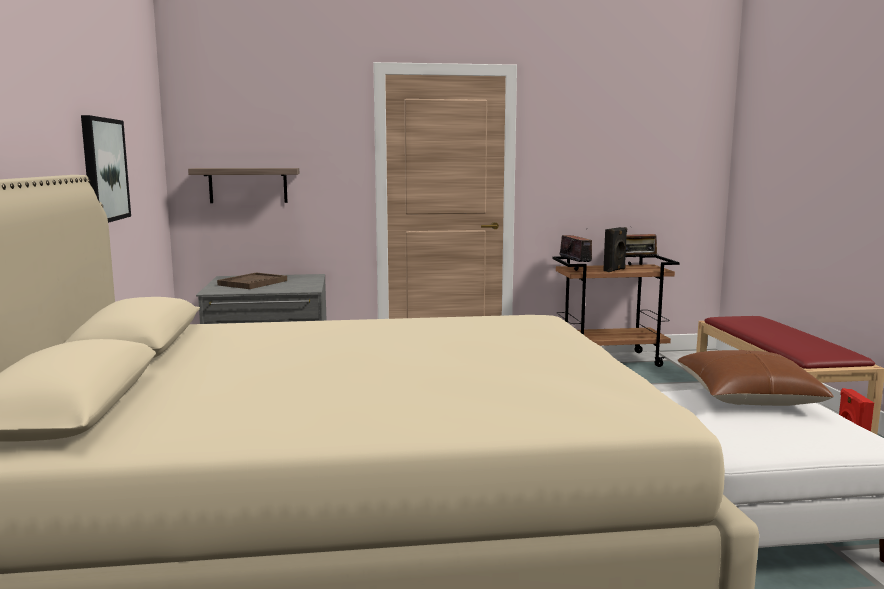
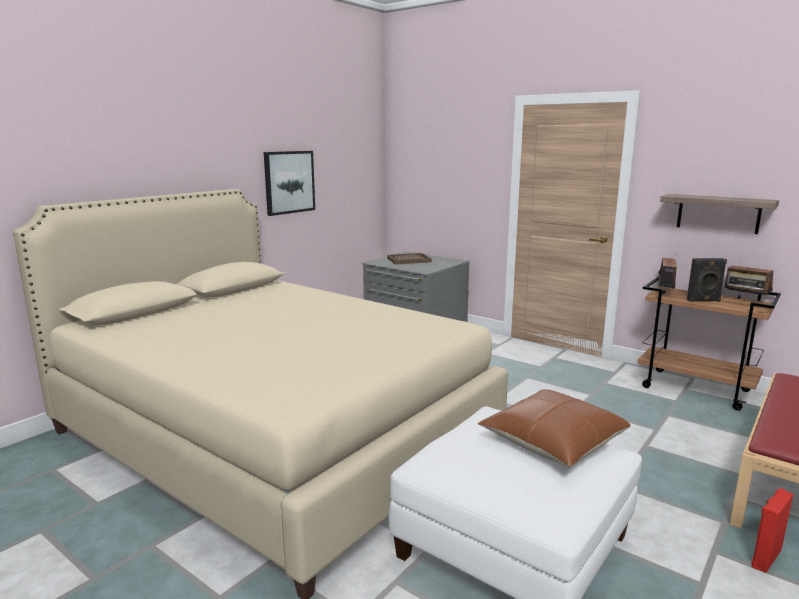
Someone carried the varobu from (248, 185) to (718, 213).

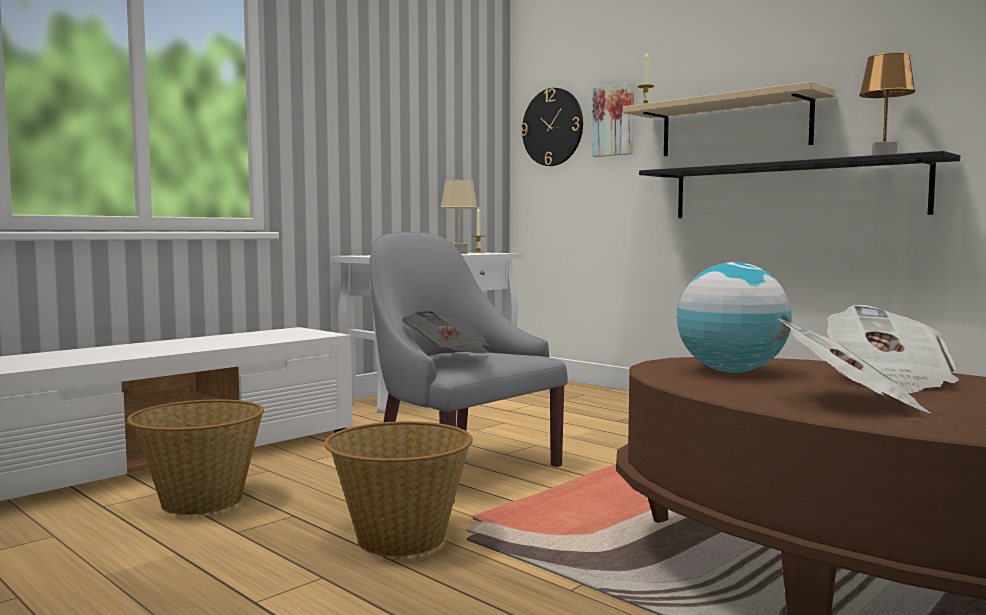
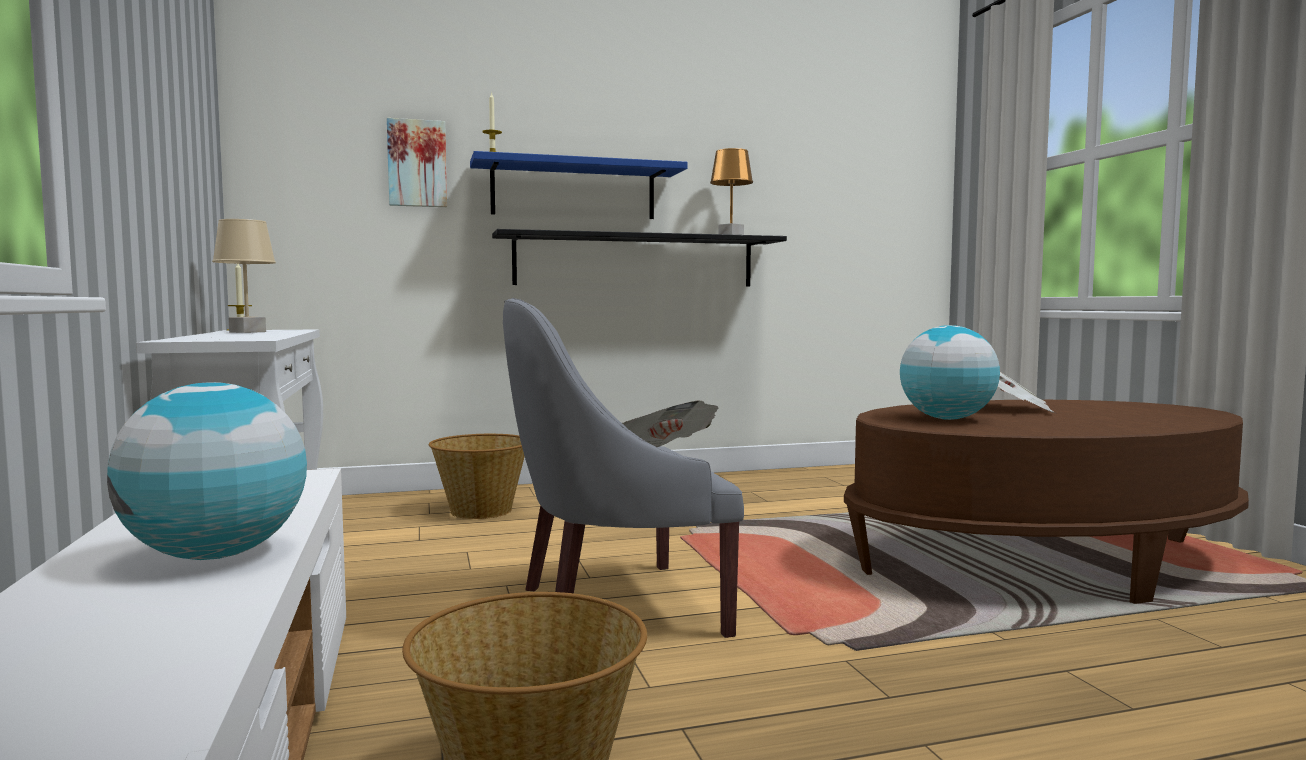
Someone carried the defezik from (400, 539) to (481, 511).
Someone took away the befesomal at (552, 127).
Someone repainted the beige_varobu at (734, 126), which became the blue_varobu at (574, 191).
Someone took away the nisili at (853, 403).
Someone put down the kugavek at (216, 555).

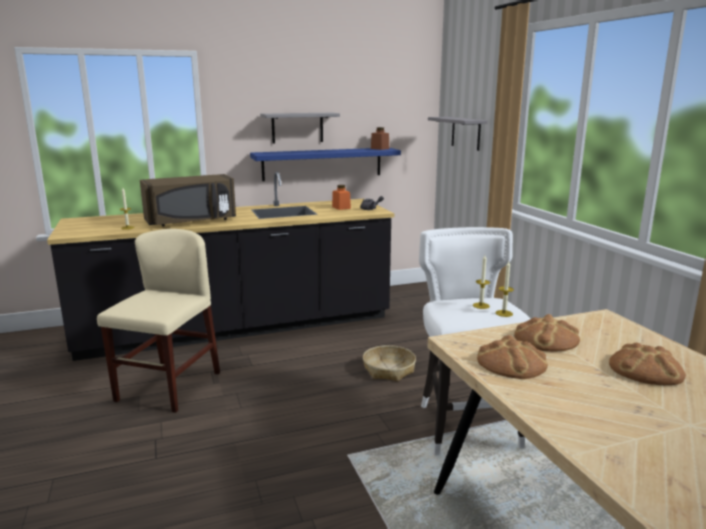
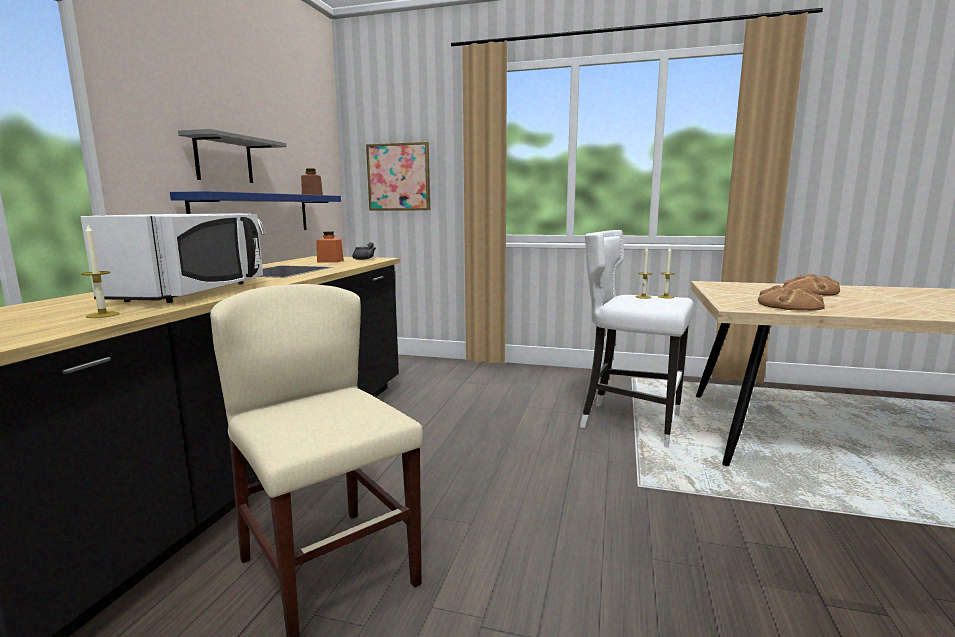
Someone repainted the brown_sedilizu at (191, 221), which became the white_sedilizu at (194, 292).
Someone took away the defezik at (389, 370).
Someone swapped the grey_varobu at (466, 133) for the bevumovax at (399, 177).
Someone took away the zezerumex at (546, 338).

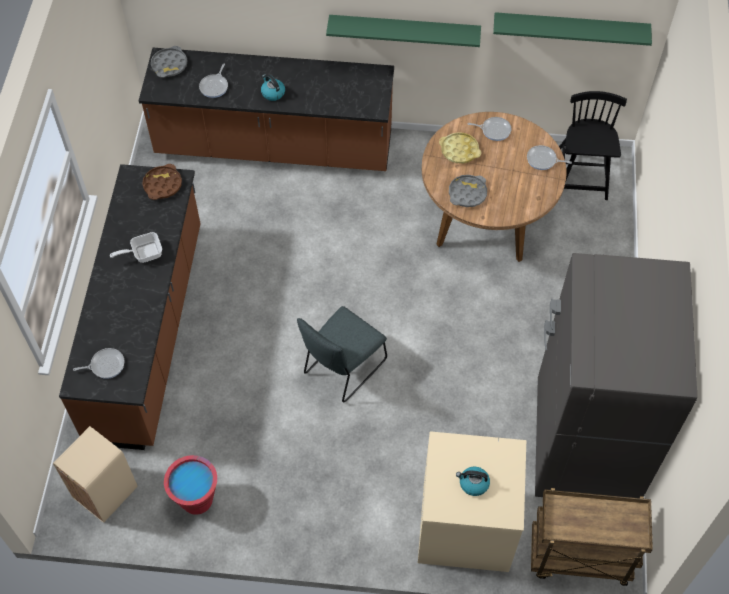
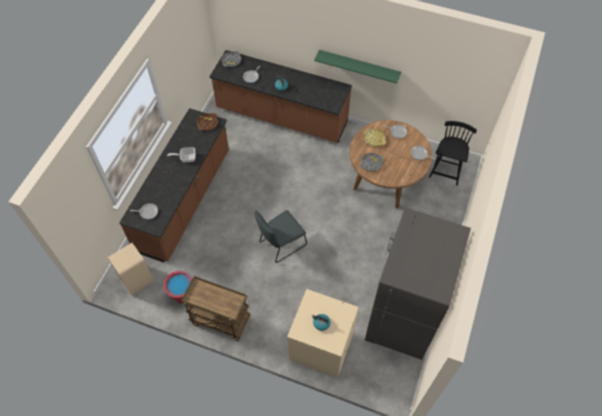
Someone took away the green_varobu at (570, 28).
Someone carried the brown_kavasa from (578, 558) to (220, 321).

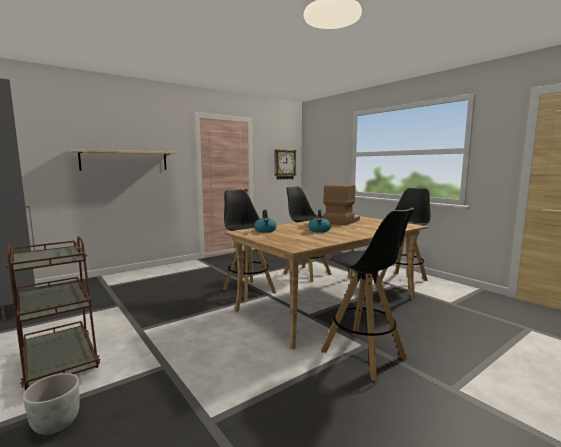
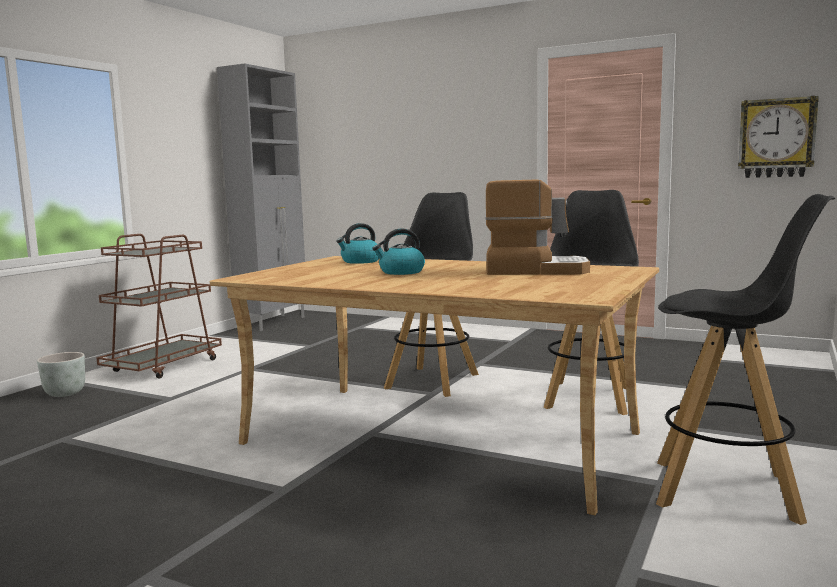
Someone took away the beige_varobu at (125, 160).
Someone took away the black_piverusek at (364, 355).

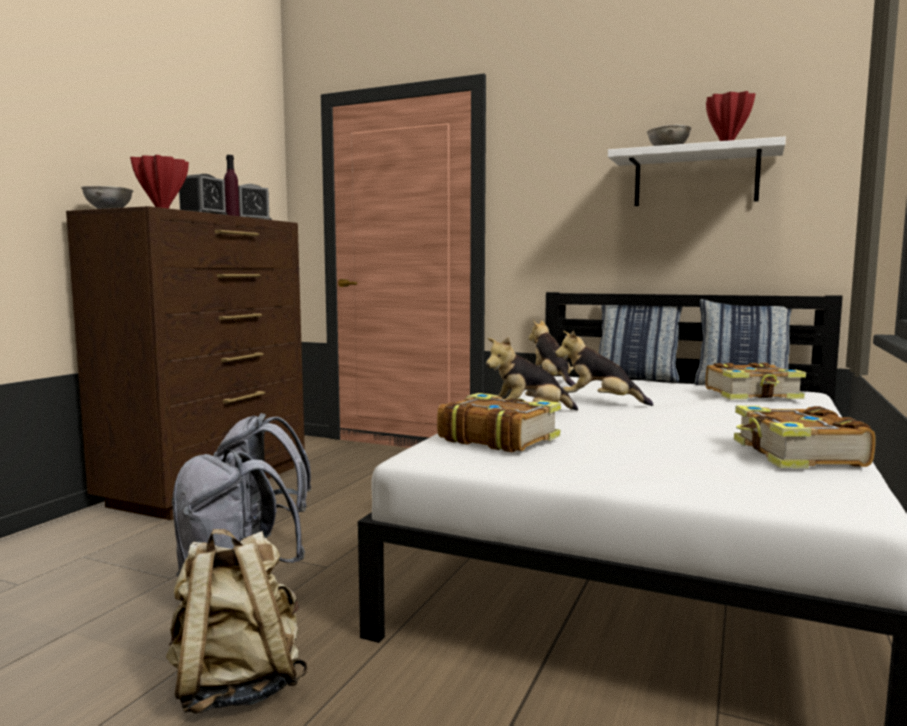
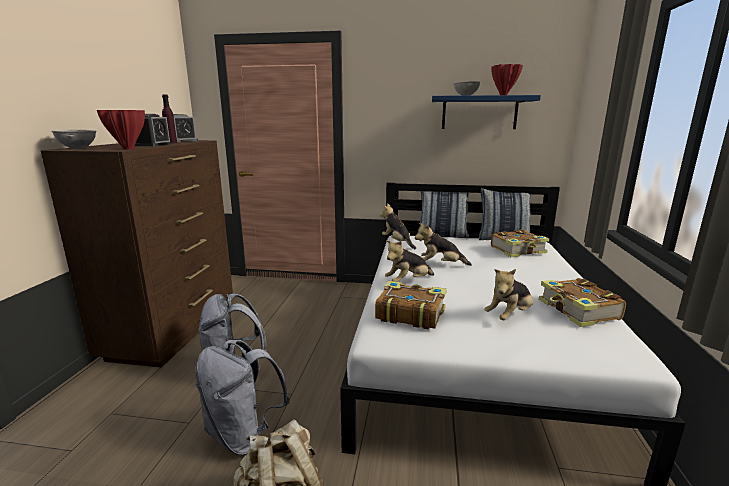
Someone repainted the white_varobu at (695, 178), which became the blue_varobu at (479, 113).
Someone put down the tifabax at (509, 316).

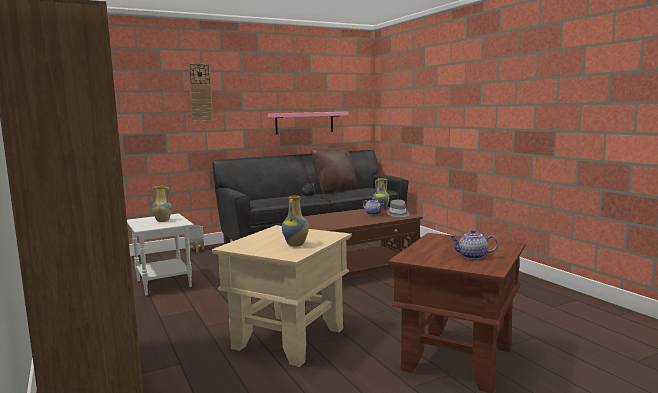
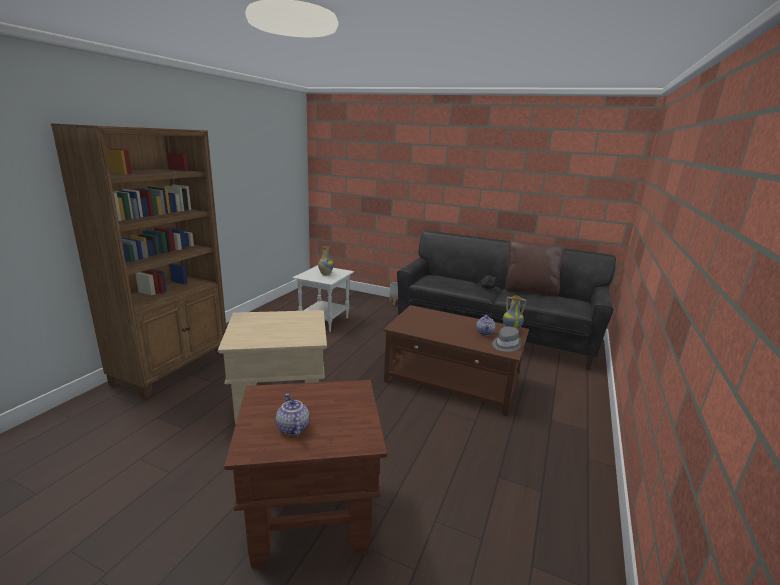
Someone took away the befesomal at (200, 92).
Someone took away the pink_varobu at (304, 122).
Someone took away the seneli at (296, 245).

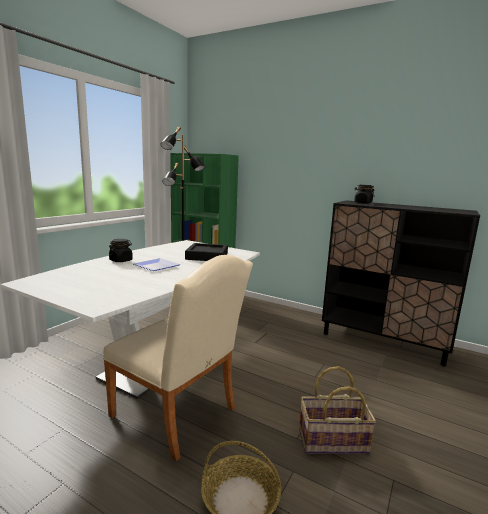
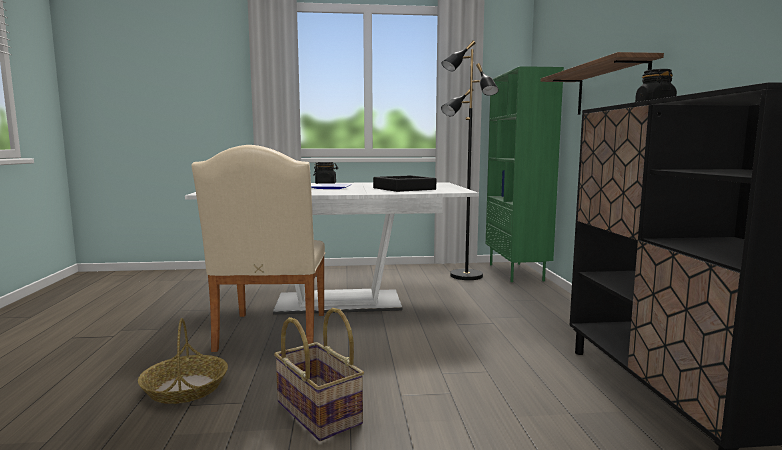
Someone put up the varobu at (610, 89).

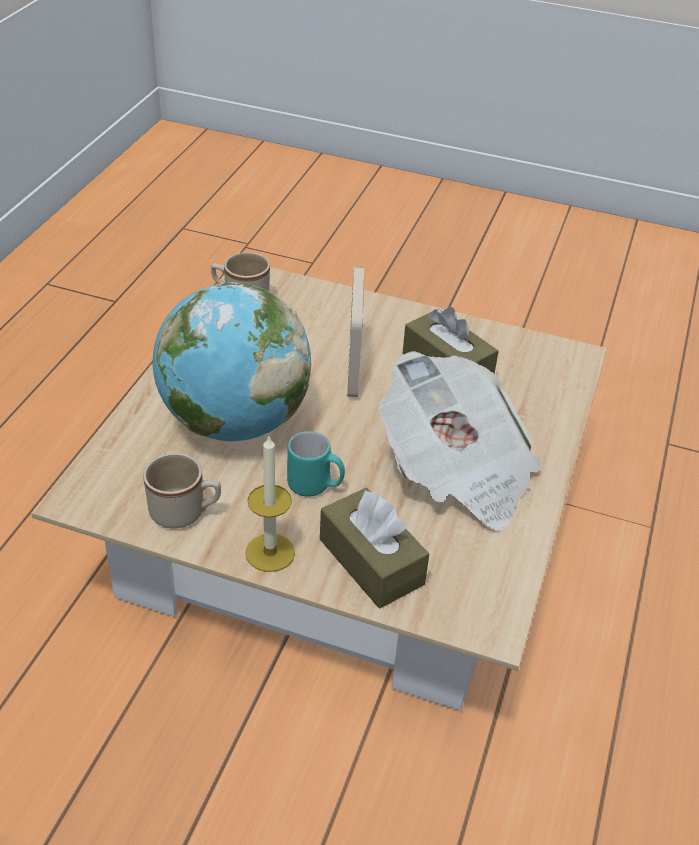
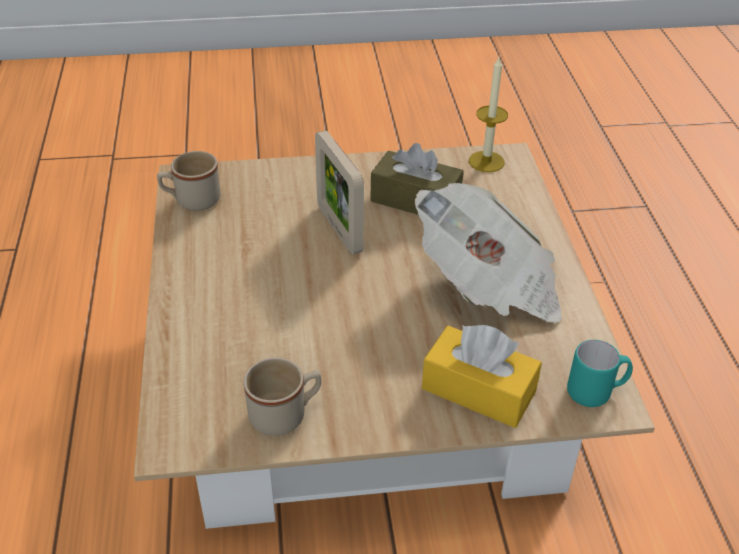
Someone took away the kugavek at (234, 422).
Someone carried the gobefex from (270, 552) to (486, 161).
Someone carried the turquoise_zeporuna from (315, 486) to (596, 392).
Someone repainted the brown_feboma at (371, 561), which became the yellow_feboma at (478, 390).

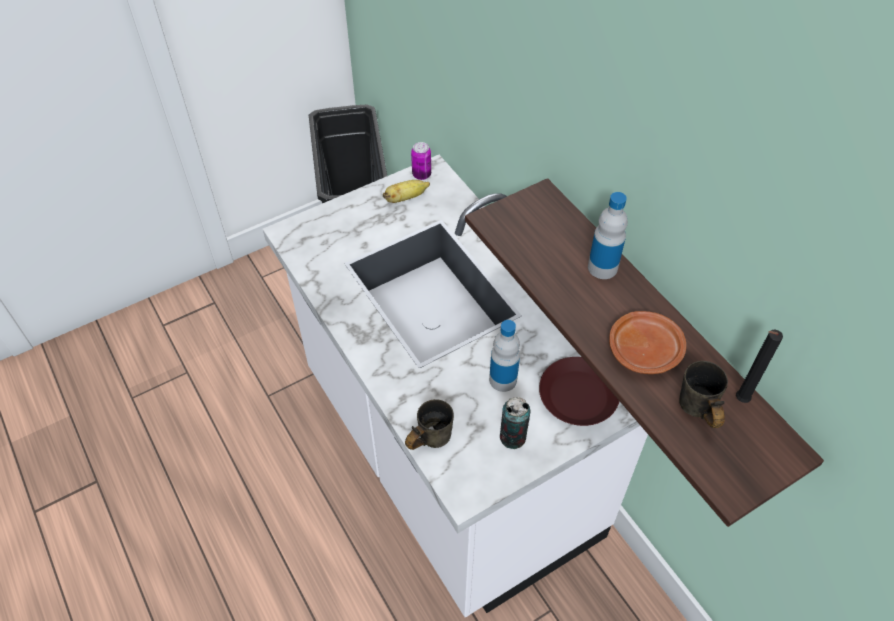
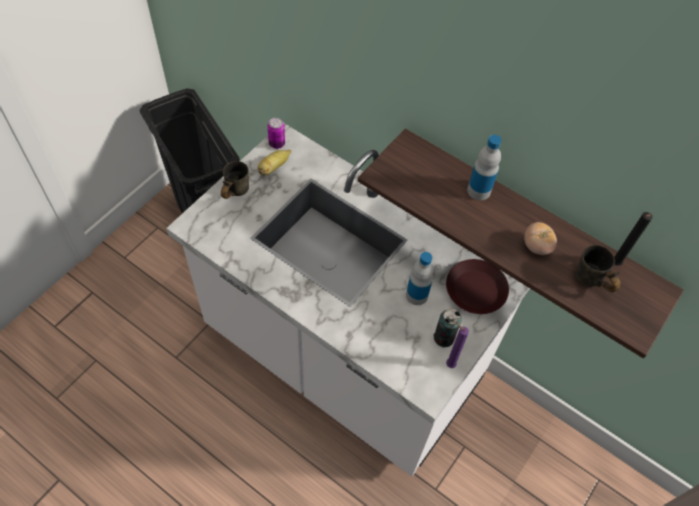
Someone carried the grey_zeporuna from (427, 438) to (233, 191).
Someone swapped the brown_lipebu at (644, 350) for the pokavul at (536, 246).
Someone put down the purple_gobefex at (449, 364).

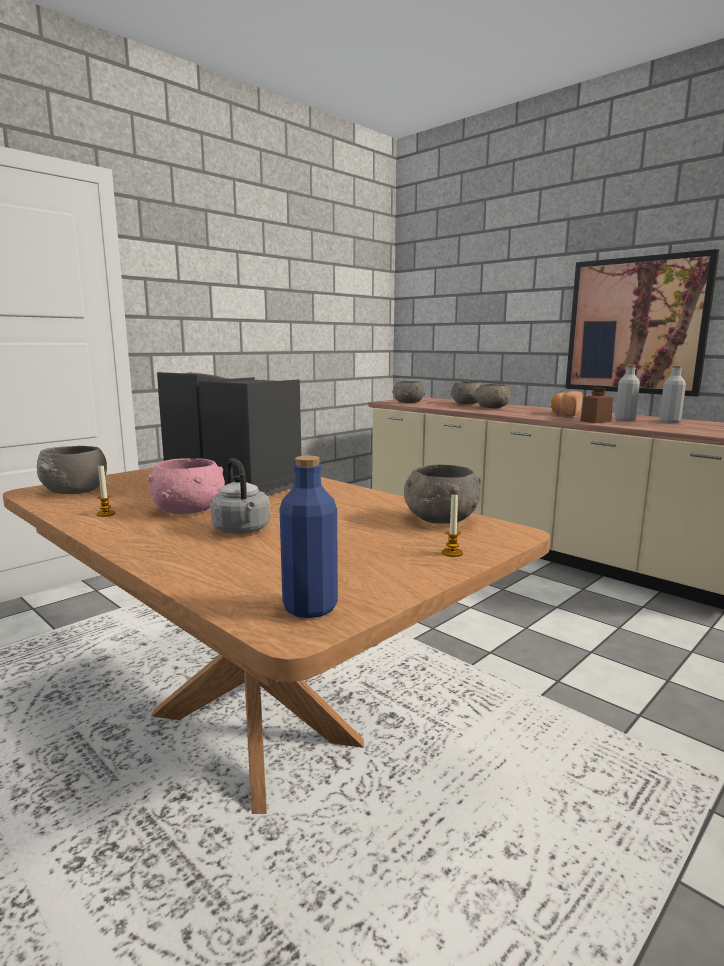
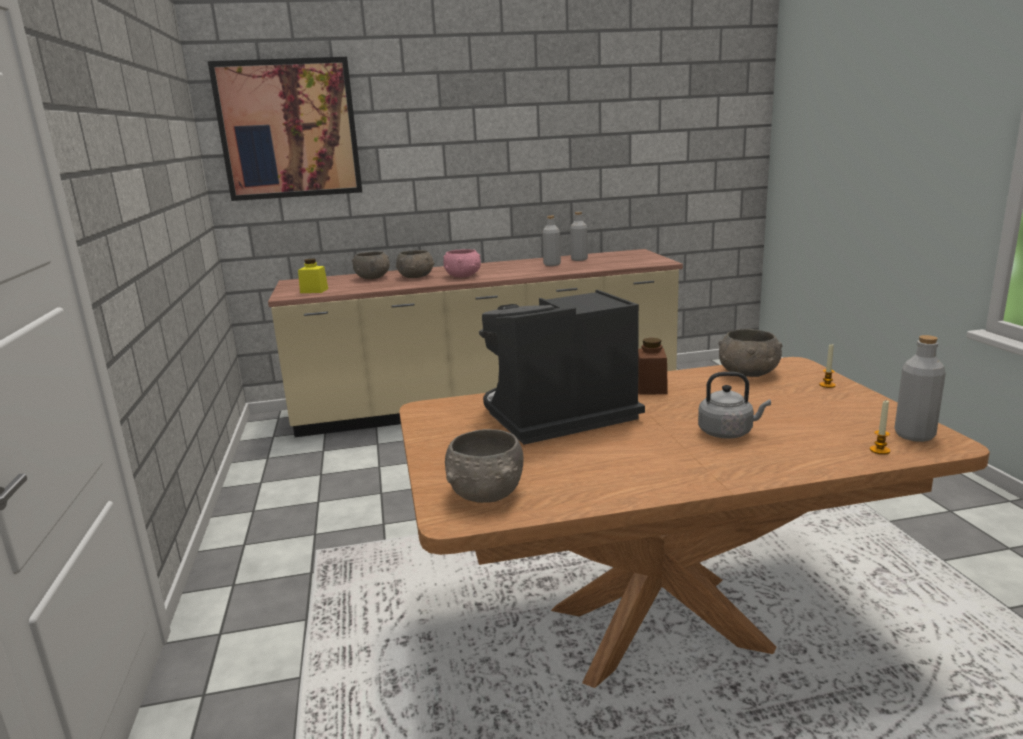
Someone carried the gobefex from (105, 514) to (879, 450).
Someone carried the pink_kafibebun from (189, 510) to (463, 276).
Someone repainted the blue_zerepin at (310, 607), which became the grey_zerepin at (914, 435).
Someone swapped the grey_kafibebun at (408, 402) for the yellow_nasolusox at (314, 291).
Someone took away the zezerumex at (565, 414).
Someone carried the bevumovax from (636, 326) to (289, 129).
Someone carried the brown_nasolusox from (595, 421) to (651, 388).

